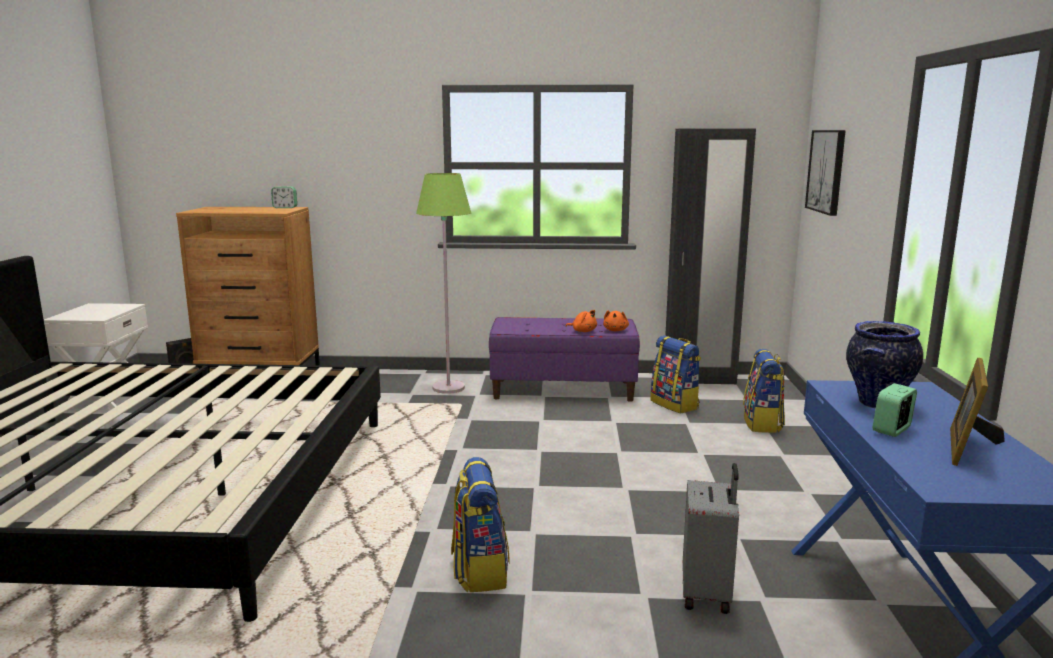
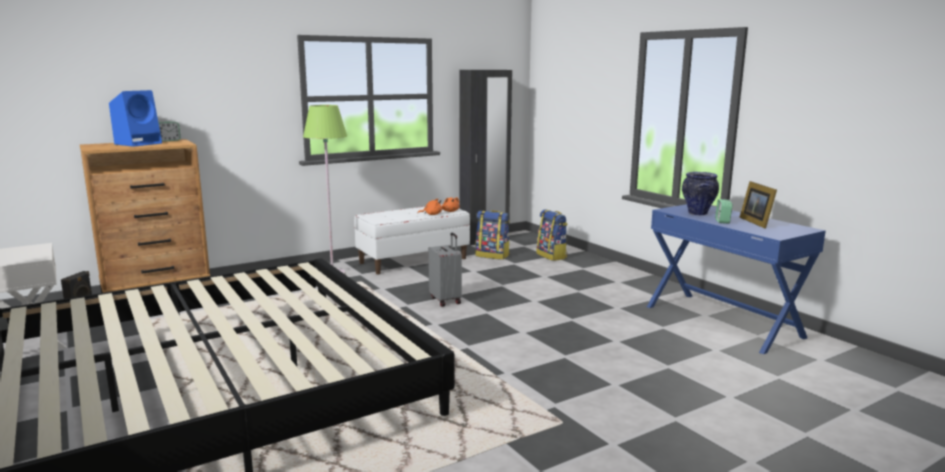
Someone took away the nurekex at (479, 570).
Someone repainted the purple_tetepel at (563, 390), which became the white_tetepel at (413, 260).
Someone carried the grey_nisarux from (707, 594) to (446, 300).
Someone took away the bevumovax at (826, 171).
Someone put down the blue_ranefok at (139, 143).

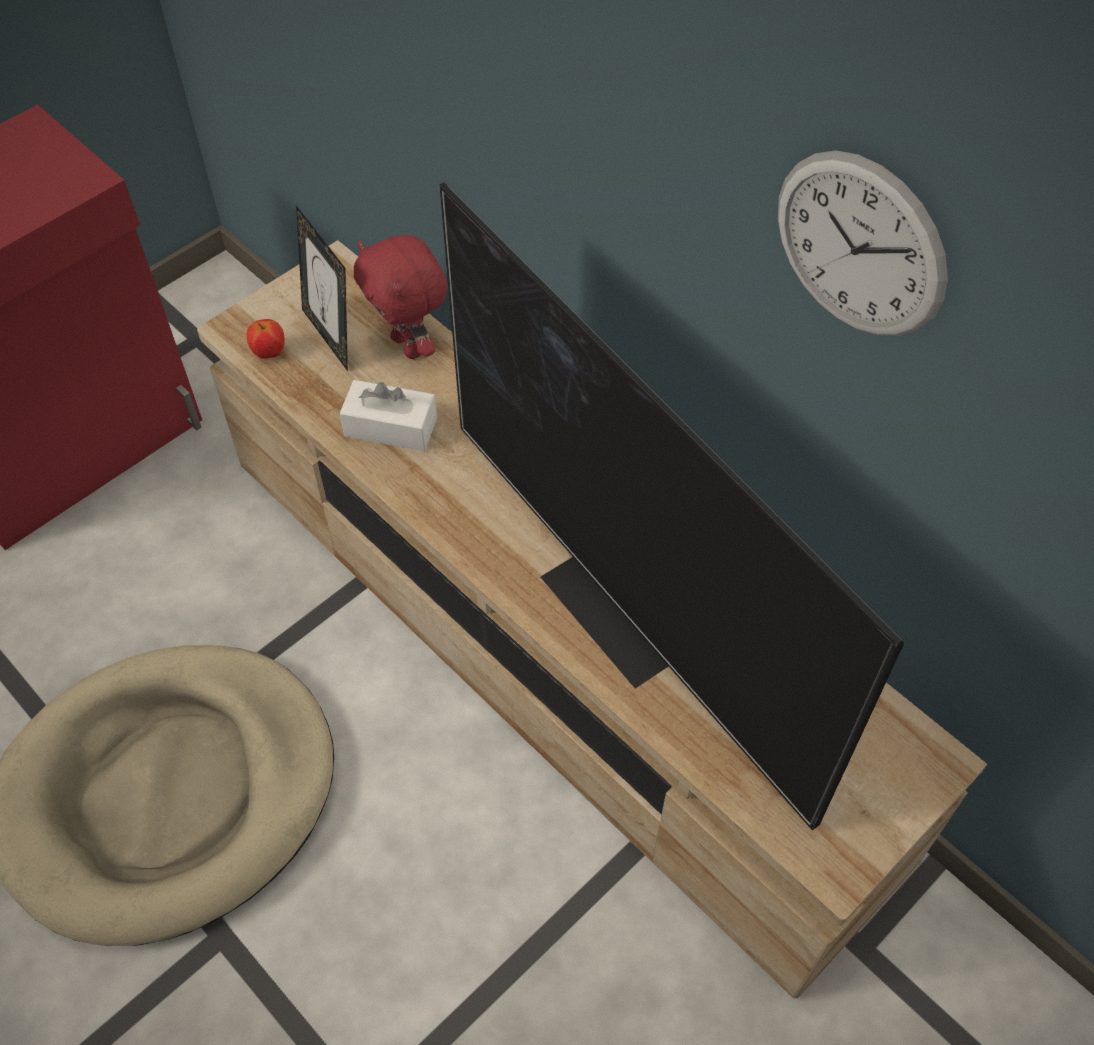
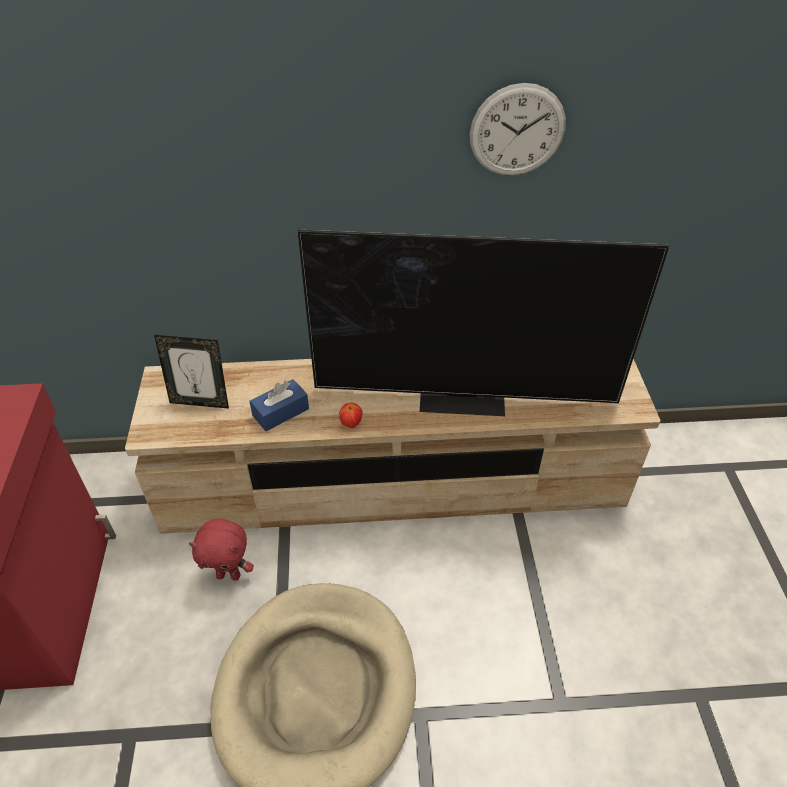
Someone carried the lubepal from (269, 353) to (351, 424).
Someone repainted the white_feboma at (390, 427), which became the blue_feboma at (280, 412).
Someone carried the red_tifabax from (409, 346) to (229, 575).

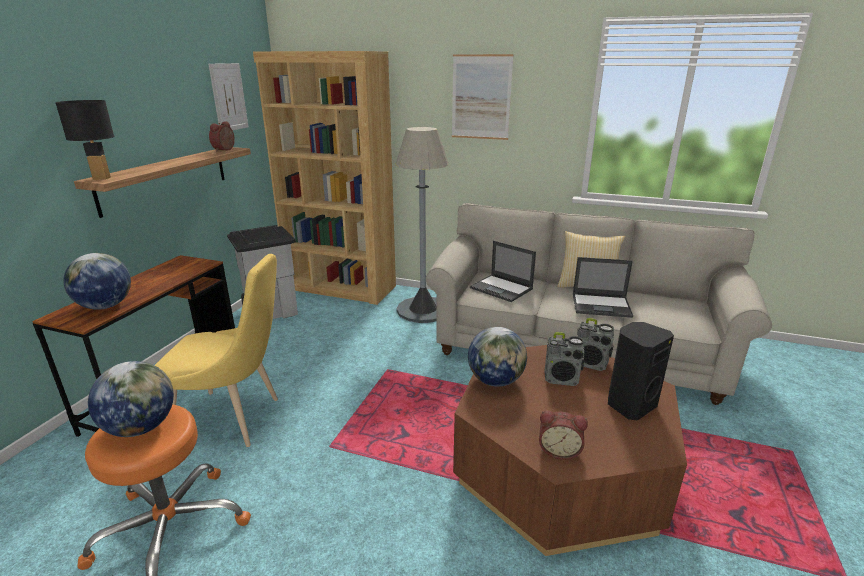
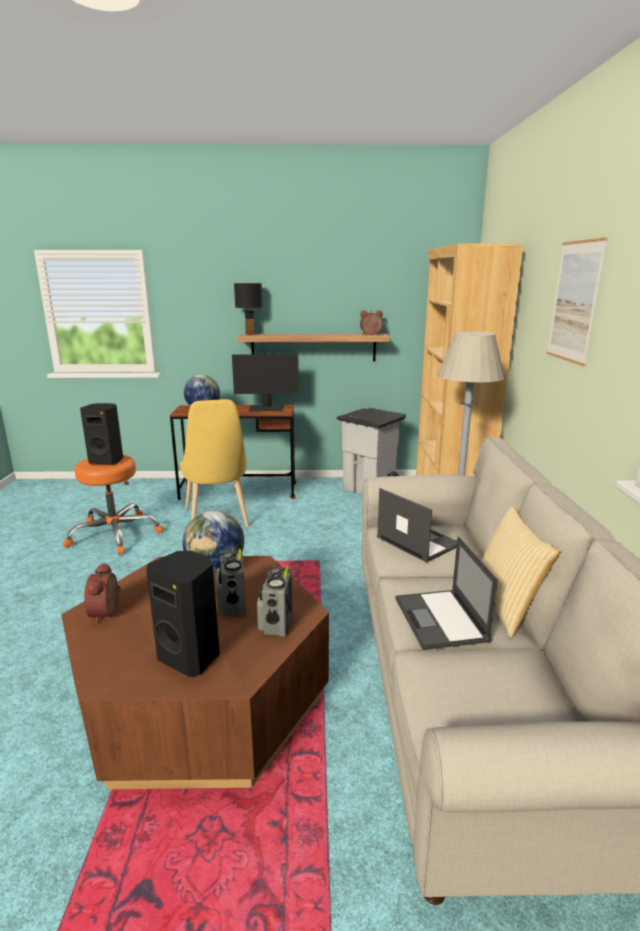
Someone swapped the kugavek at (141, 427) for the black_ranefok at (107, 461).
Someone took away the bevumovax at (229, 97).
Someone rotated the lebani at (502, 288) by 120 degrees clockwise.
Someone put down the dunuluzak at (266, 408).

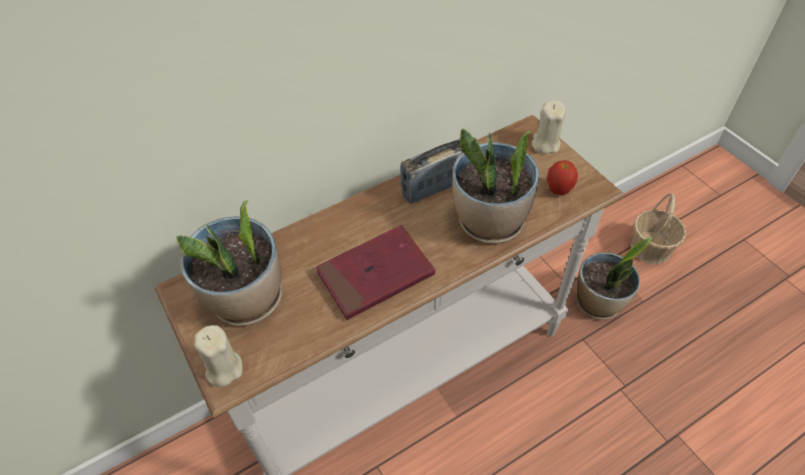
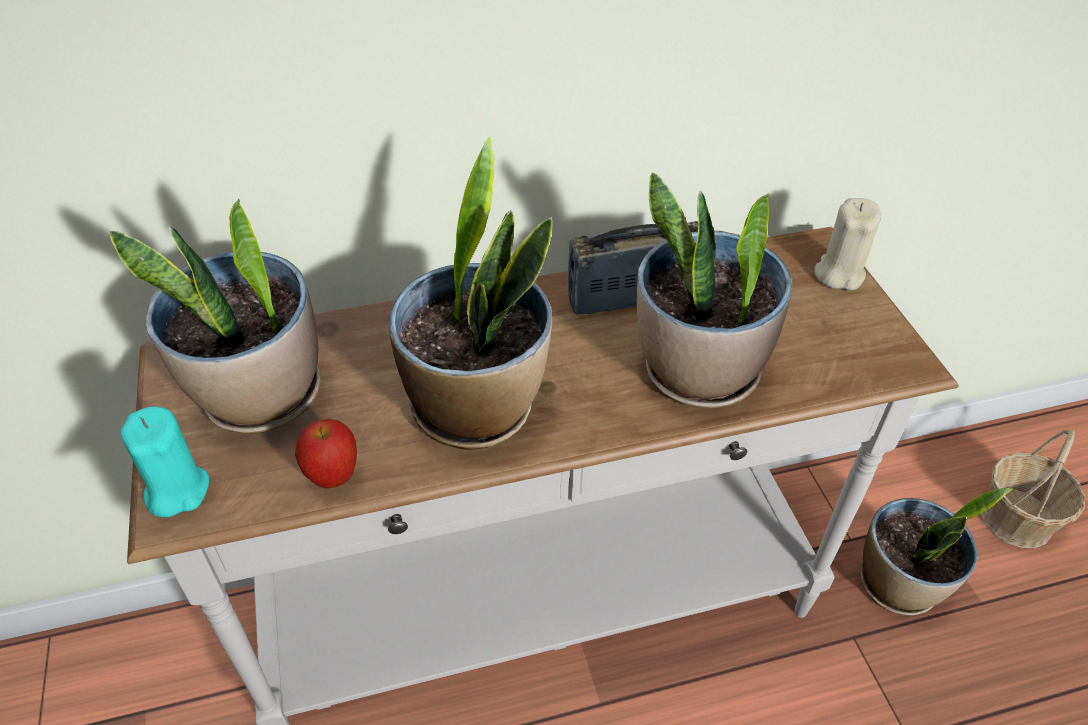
Someone repainted the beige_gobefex at (223, 368), which became the turquoise_gobefex at (177, 490).
Someone swapped the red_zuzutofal at (375, 275) for the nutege at (476, 408).
Someone carried the lubepal from (558, 191) to (333, 477).

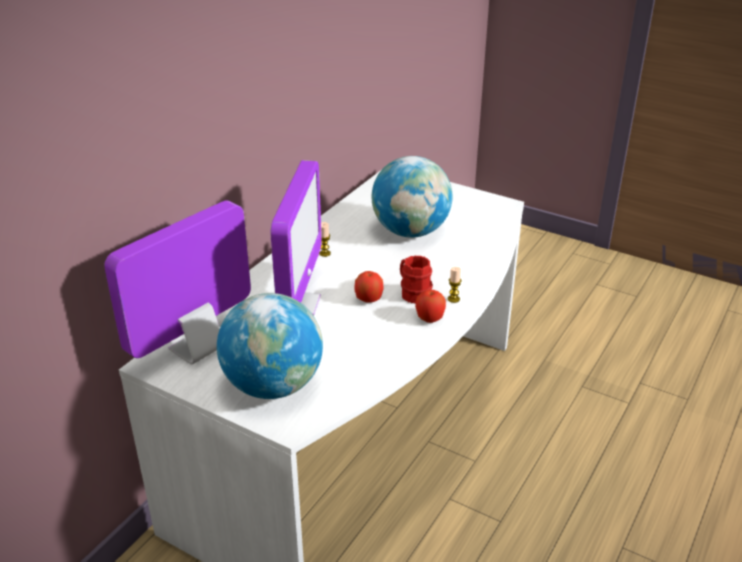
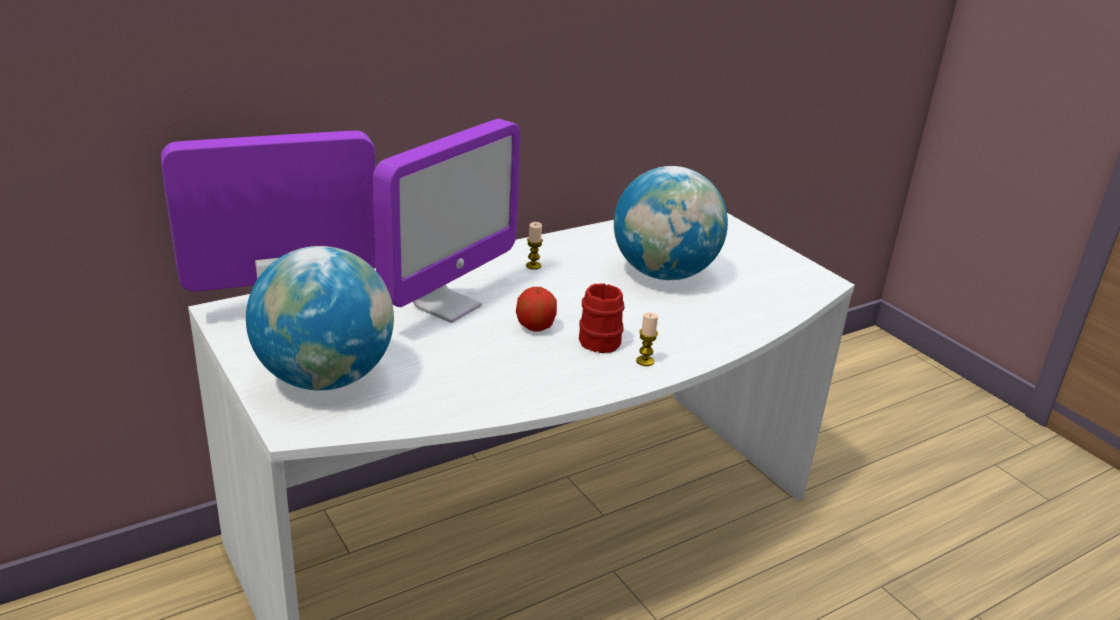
Someone took away the lubepal at (429, 318).

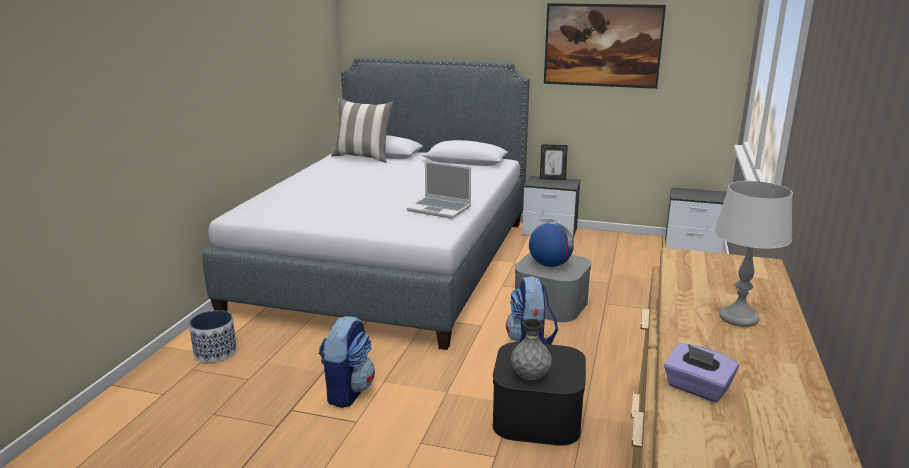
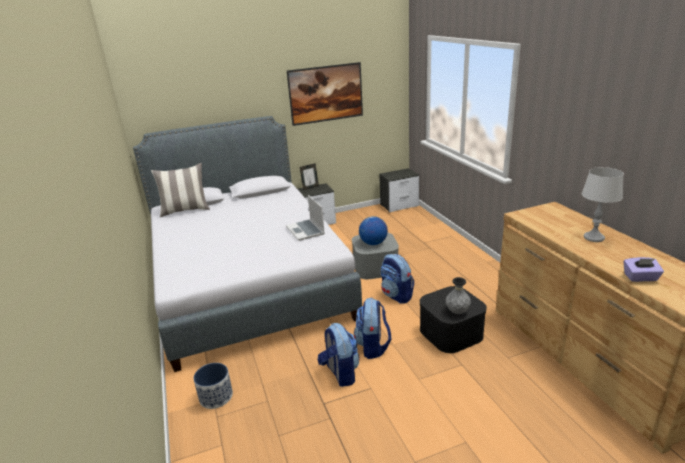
Someone rotated the lebani at (440, 209) by 75 degrees clockwise.
Someone put down the nurekex at (373, 347).

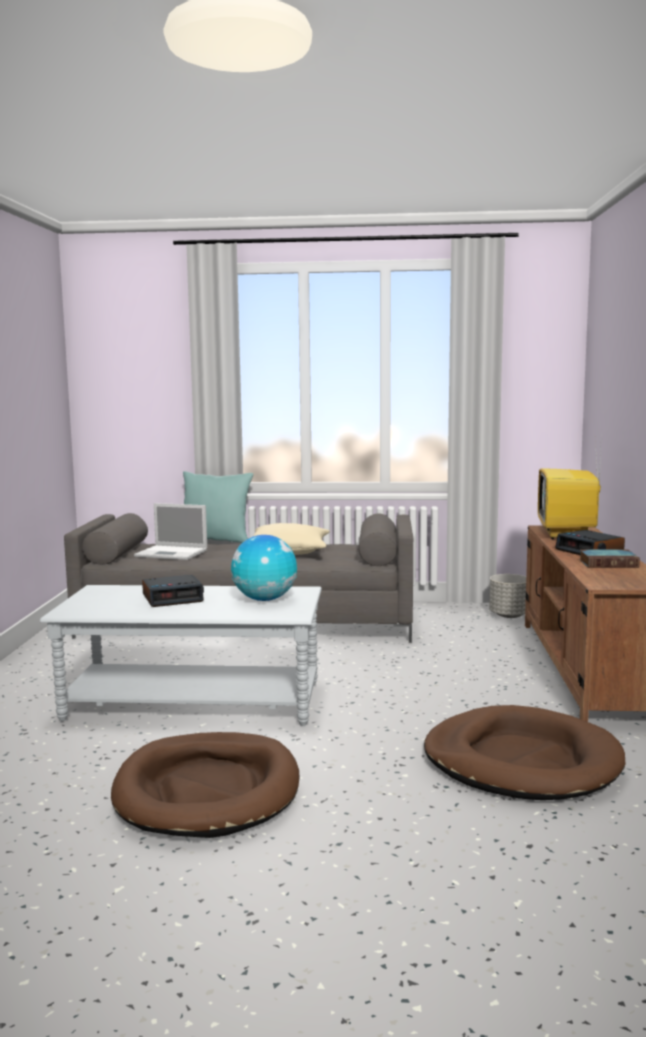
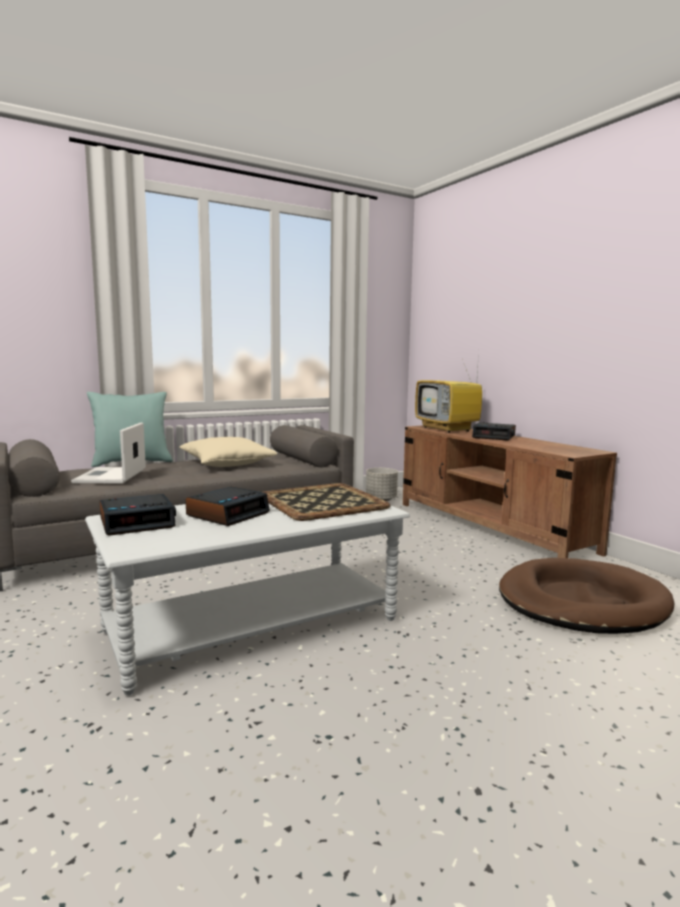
Someone took away the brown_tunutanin at (208, 790).
Someone rotated the lebani at (172, 553) by 105 degrees clockwise.
Someone swapped the kugavek at (265, 599) for the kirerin at (323, 501).
Someone took away the zuzutofal at (609, 563).
Someone put down the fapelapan at (138, 522).

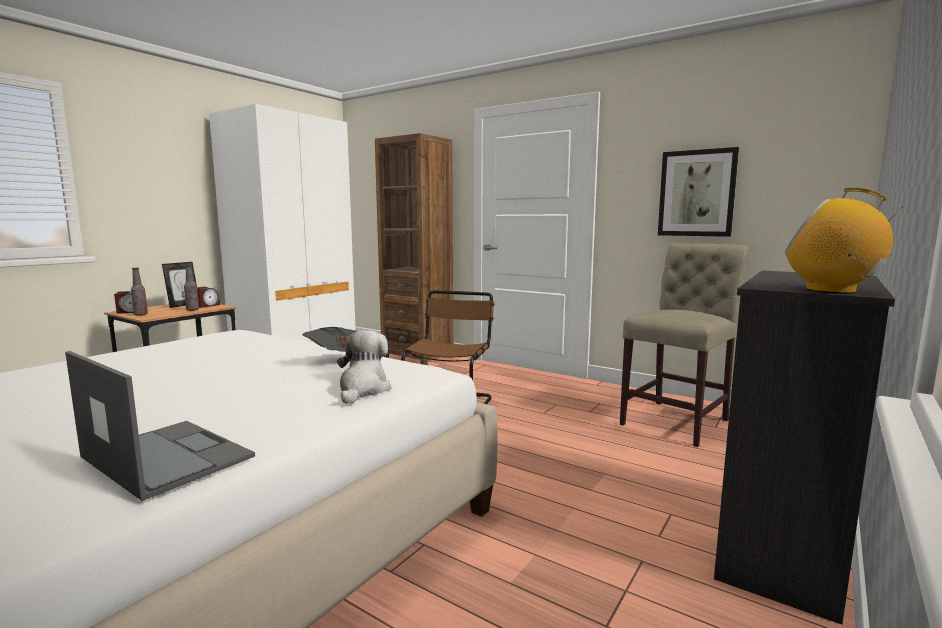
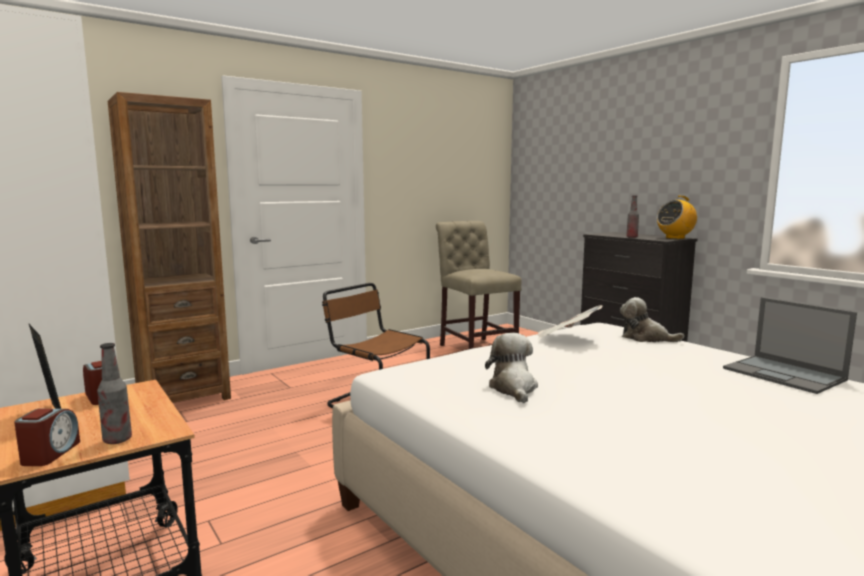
Someone rotated the lebani at (165, 457) by 90 degrees counterclockwise.
Someone carried the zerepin from (192, 310) to (632, 237).
Someone took away the bevumovax at (697, 193).
Someone put down the tifabax at (513, 388).

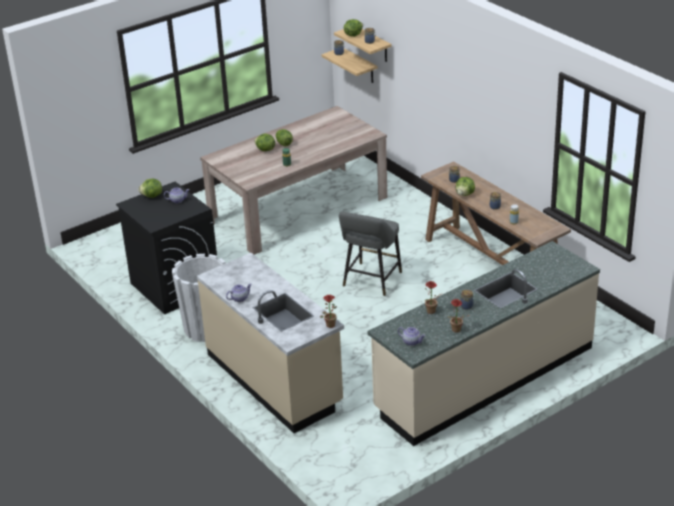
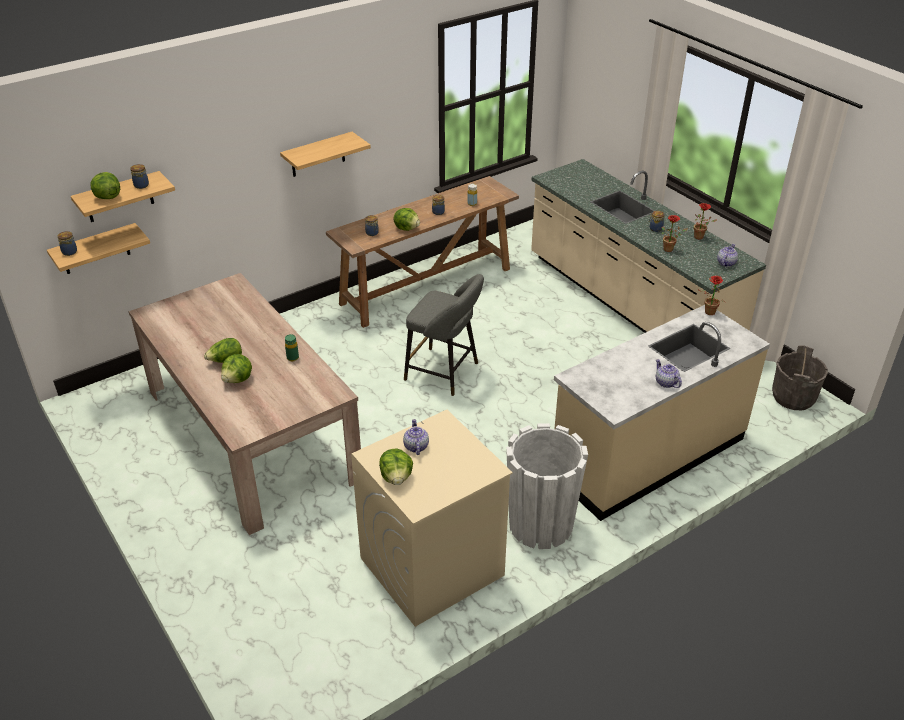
Someone repainted the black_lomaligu at (174, 286), which became the beige_lomaligu at (431, 567).
Someone put up the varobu at (318, 155).
Someone put down the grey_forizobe at (793, 397).

